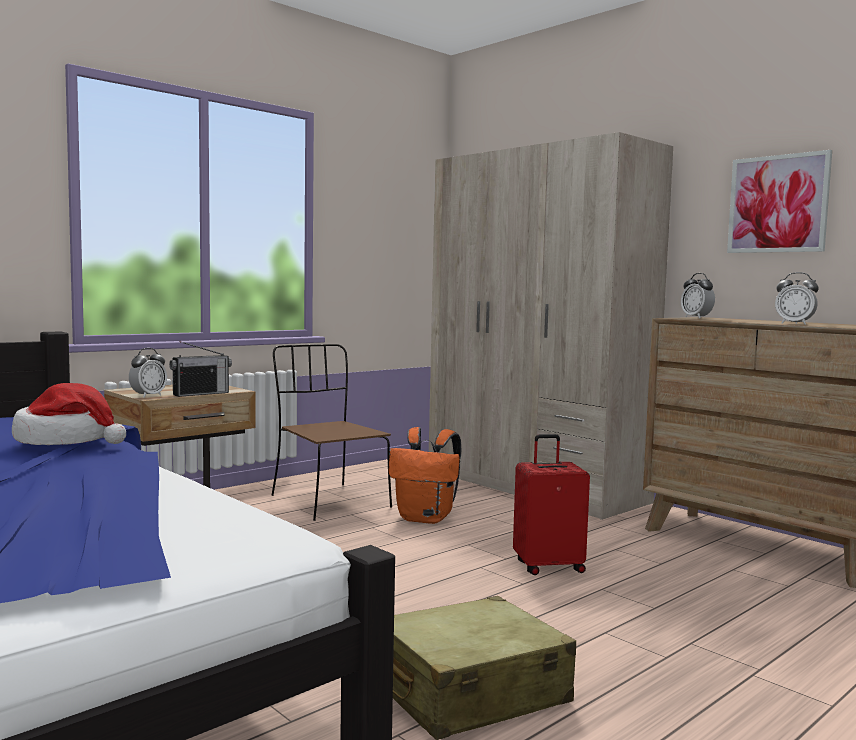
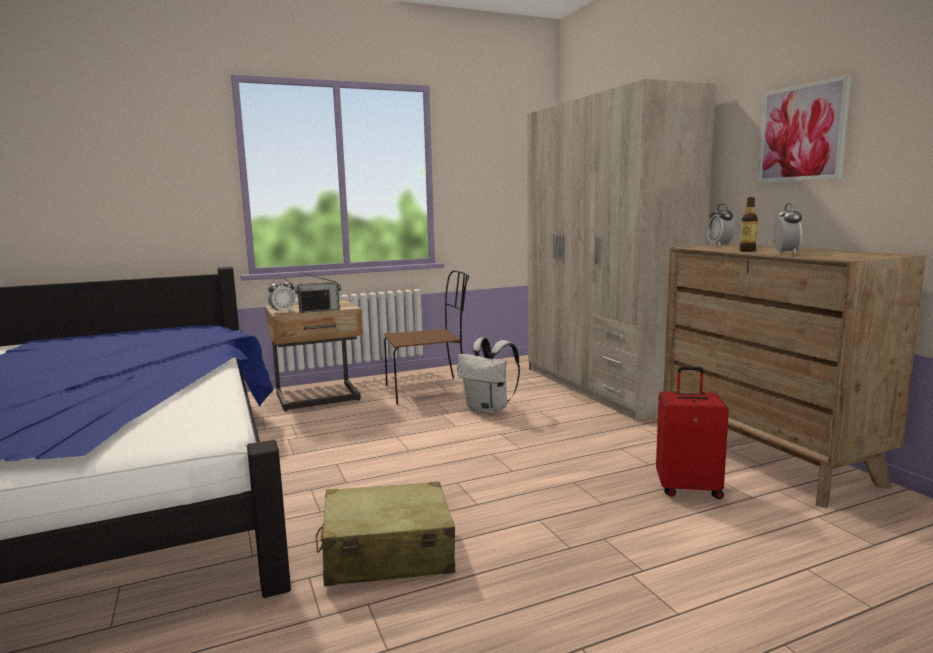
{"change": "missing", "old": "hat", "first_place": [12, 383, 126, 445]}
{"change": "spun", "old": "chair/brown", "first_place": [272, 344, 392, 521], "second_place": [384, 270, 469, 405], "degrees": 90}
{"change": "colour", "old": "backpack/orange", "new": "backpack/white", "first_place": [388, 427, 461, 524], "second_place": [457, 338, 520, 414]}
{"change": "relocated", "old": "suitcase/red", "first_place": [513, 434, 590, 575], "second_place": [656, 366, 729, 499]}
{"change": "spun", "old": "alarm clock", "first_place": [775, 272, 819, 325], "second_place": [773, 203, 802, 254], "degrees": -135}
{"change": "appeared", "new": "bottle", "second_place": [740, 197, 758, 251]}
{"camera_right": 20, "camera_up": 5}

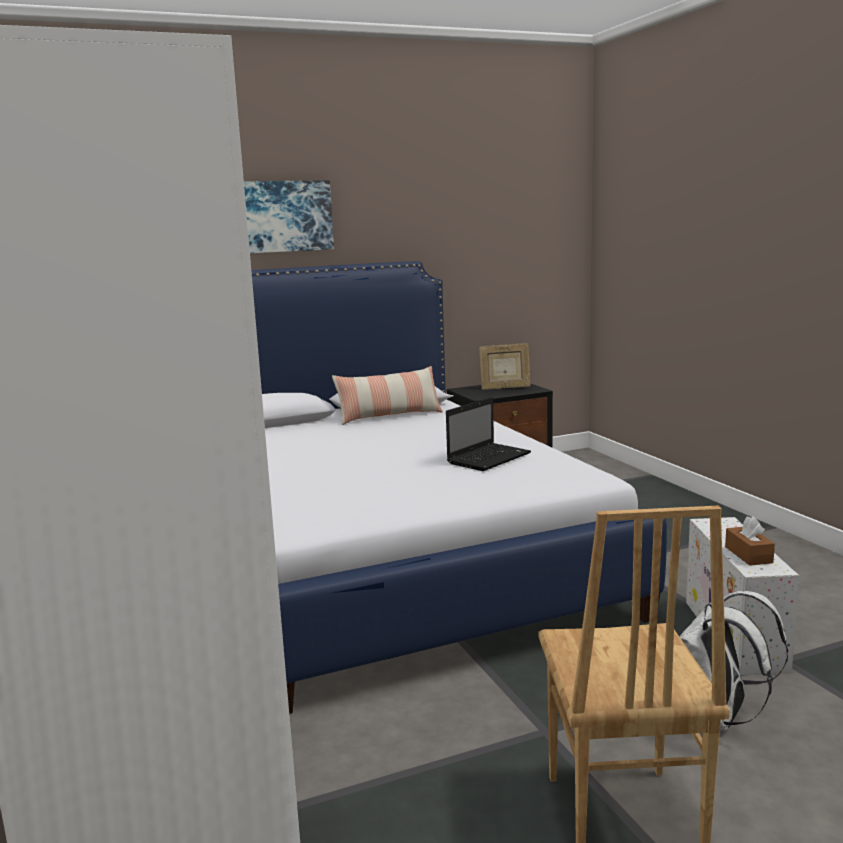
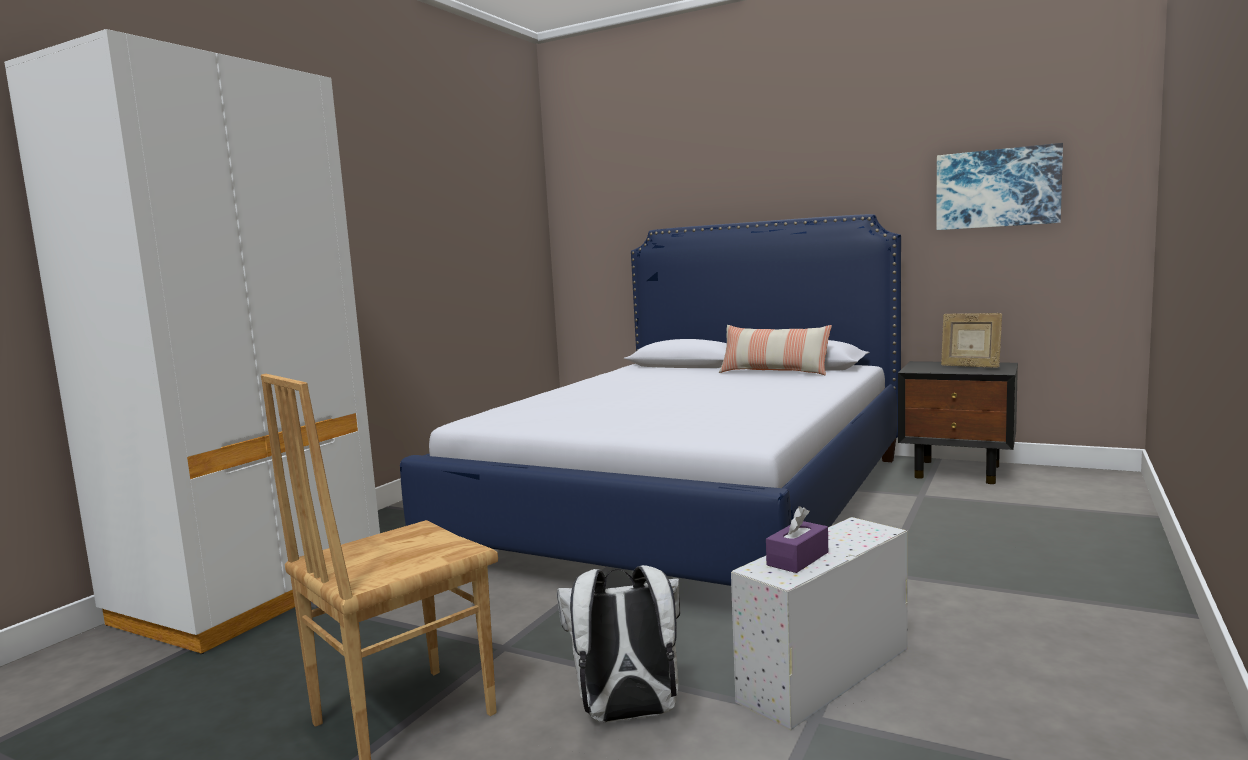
{"change": "relocated", "old": "picture", "first_place": [244, 180, 334, 253], "second_place": [936, 143, 1063, 230]}
{"change": "missing", "old": "laptop", "first_place": [446, 397, 531, 471]}
{"change": "colour", "old": "tissue box/brown", "new": "tissue box/purple", "first_place": [725, 516, 775, 566], "second_place": [766, 506, 828, 573]}
{"camera_right": 50, "camera_up": -5}

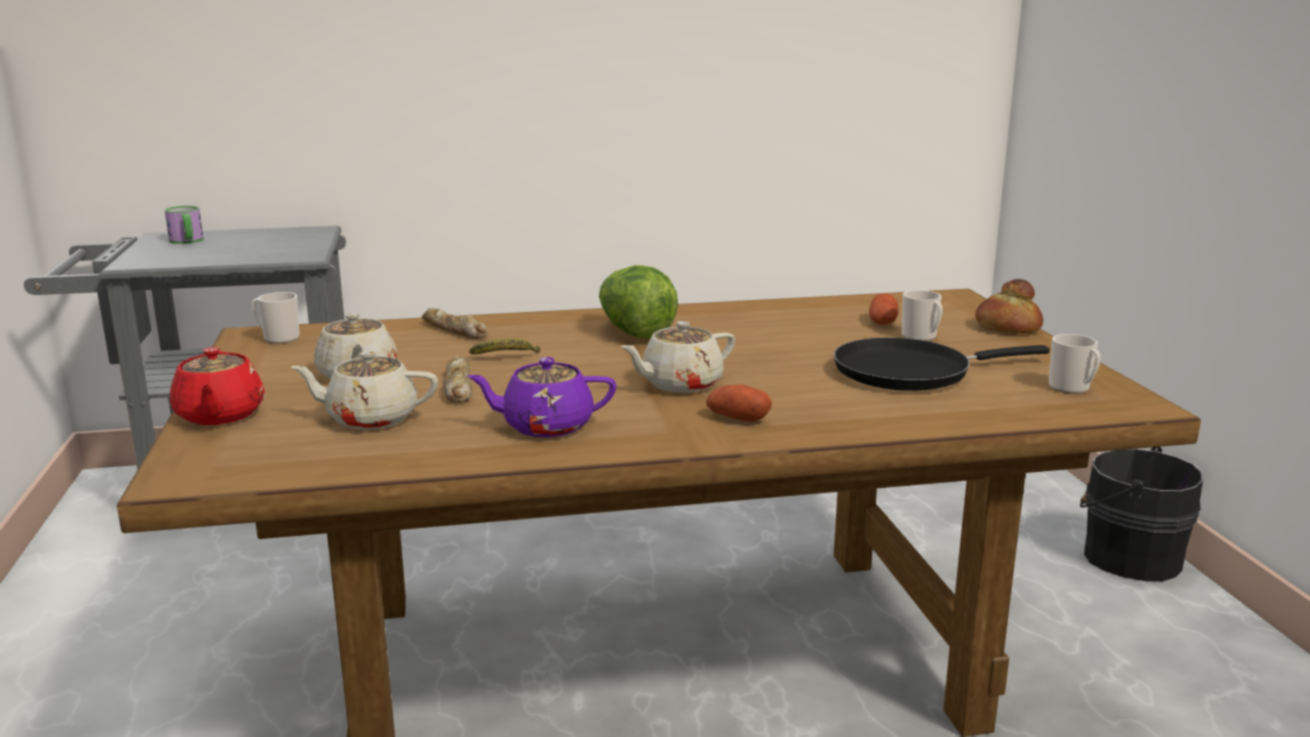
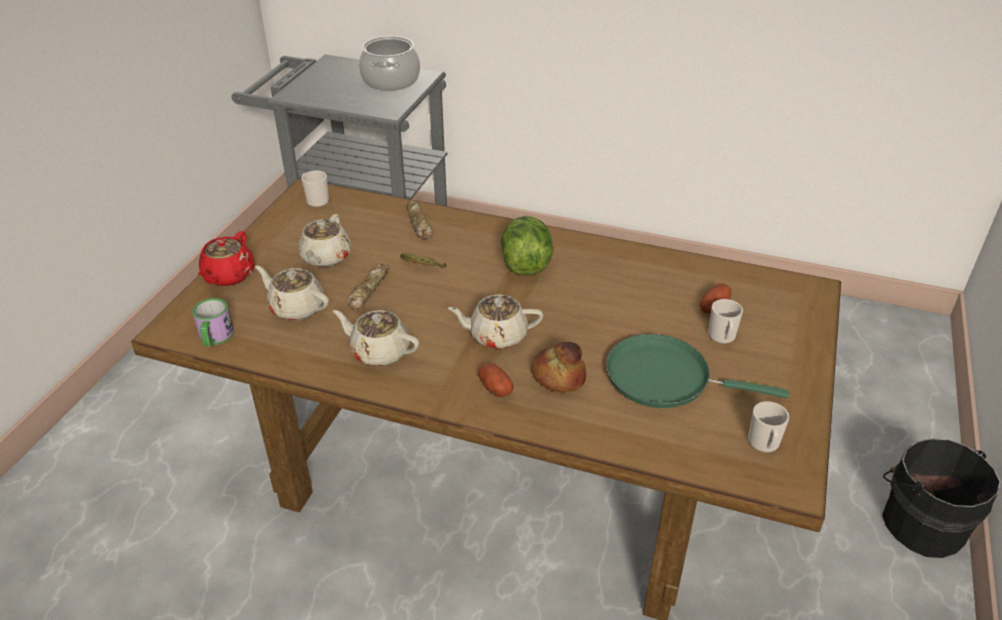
{"change": "relocated", "old": "mug", "first_place": [165, 206, 204, 244], "second_place": [192, 298, 234, 347]}
{"change": "colour", "old": "teapot/purple", "new": "teapot/beige", "first_place": [467, 357, 617, 437], "second_place": [333, 310, 419, 366]}
{"change": "colour", "old": "frying pan/black", "new": "frying pan/green", "first_place": [834, 338, 1050, 391], "second_place": [606, 334, 789, 408]}
{"change": "relocated", "old": "bread", "first_place": [975, 279, 1043, 334], "second_place": [531, 342, 586, 393]}
{"change": "appeared", "new": "cooking pot", "second_place": [359, 36, 420, 91]}
{"camera_right": 30, "camera_up": 20}

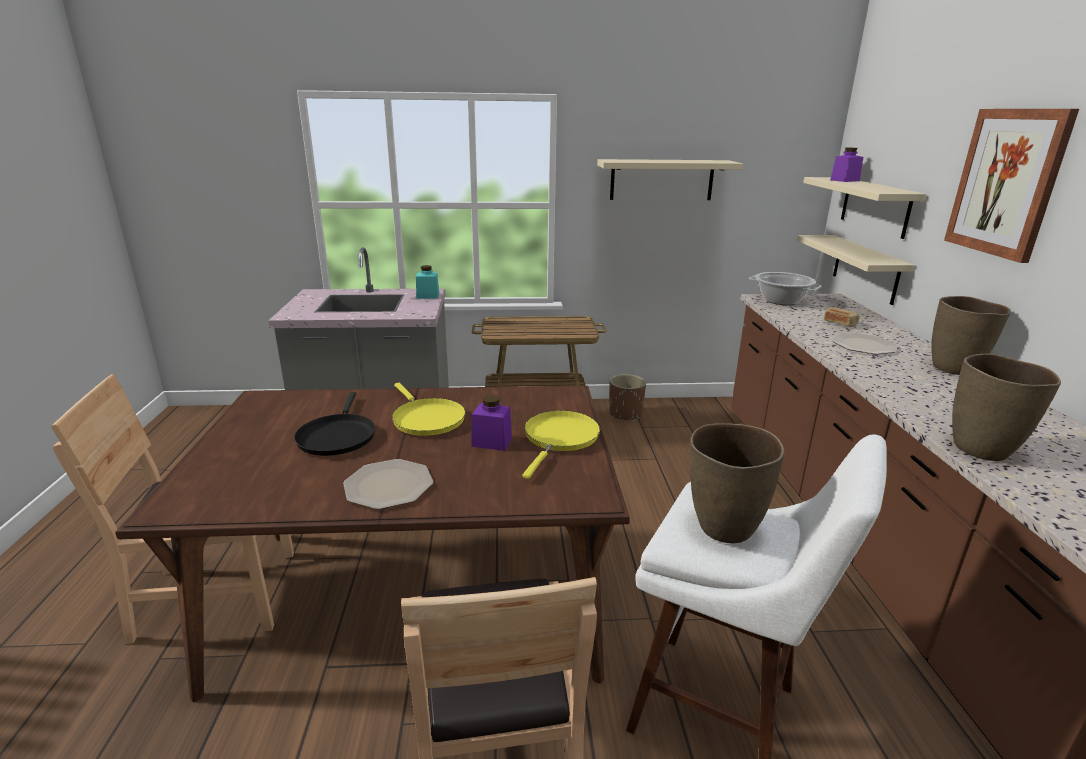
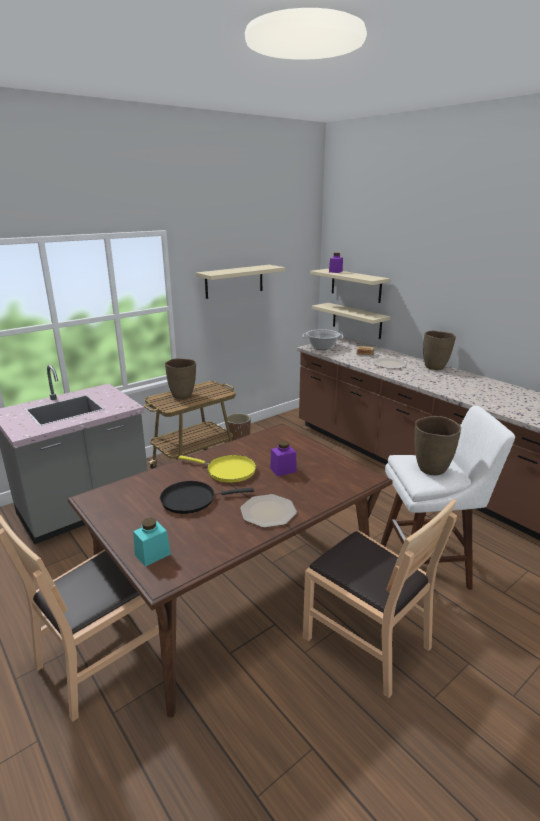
{"change": "spun", "old": "frying pan/black", "first_place": [294, 392, 375, 456], "second_place": [160, 481, 254, 514], "degrees": 120}
{"change": "relocated", "old": "jar/turquoise", "first_place": [416, 265, 439, 299], "second_place": [133, 518, 171, 567]}
{"change": "missing", "old": "frying pan/yellow", "first_place": [522, 411, 600, 479]}
{"change": "missing", "old": "picture", "first_place": [944, 109, 1079, 263]}
{"change": "relocated", "old": "vase/brown", "first_place": [952, 354, 1061, 461], "second_place": [165, 358, 196, 399]}
{"camera_right": -35, "camera_up": 0}

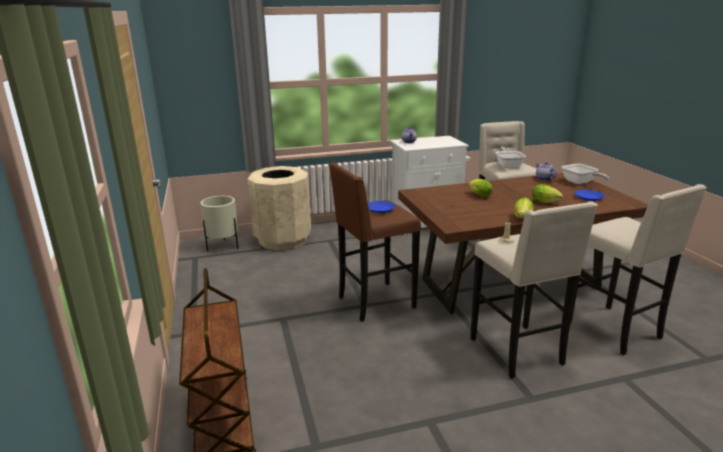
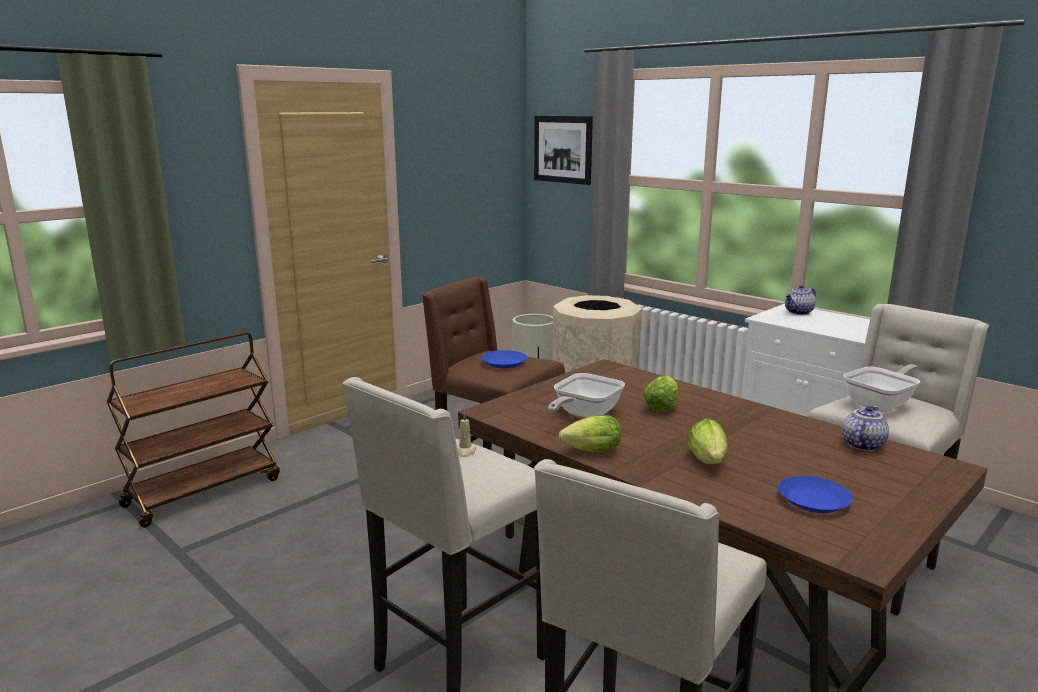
{"change": "relocated", "old": "frying pan", "first_place": [562, 164, 609, 184], "second_place": [548, 373, 625, 418]}
{"change": "appeared", "new": "picture", "second_place": [534, 116, 593, 185]}
{"camera_right": 60, "camera_up": -5}

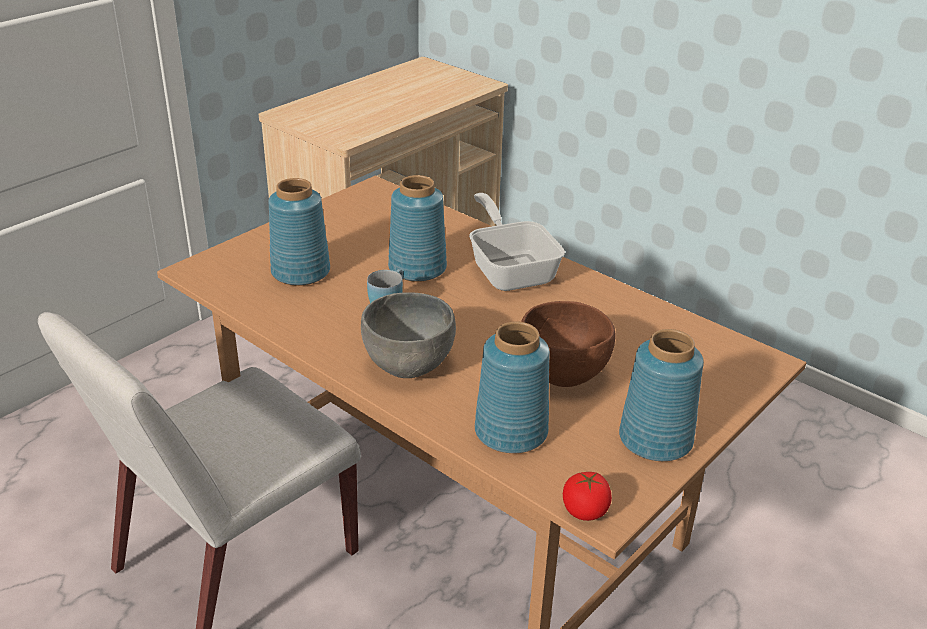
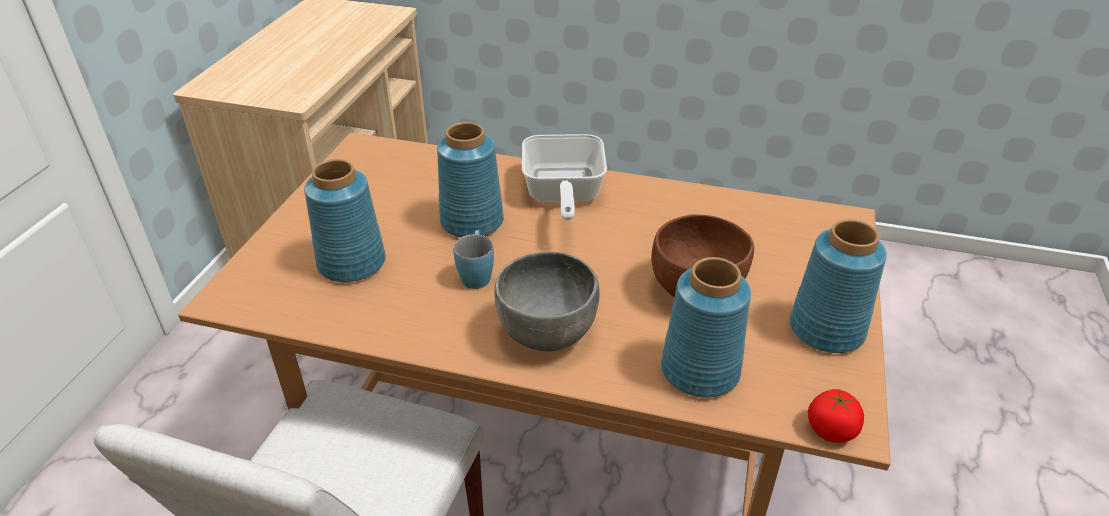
{"change": "spun", "old": "frying pan", "first_place": [469, 193, 565, 291], "second_place": [522, 134, 607, 221], "degrees": -135}
{"camera_right": -25, "camera_up": 5}

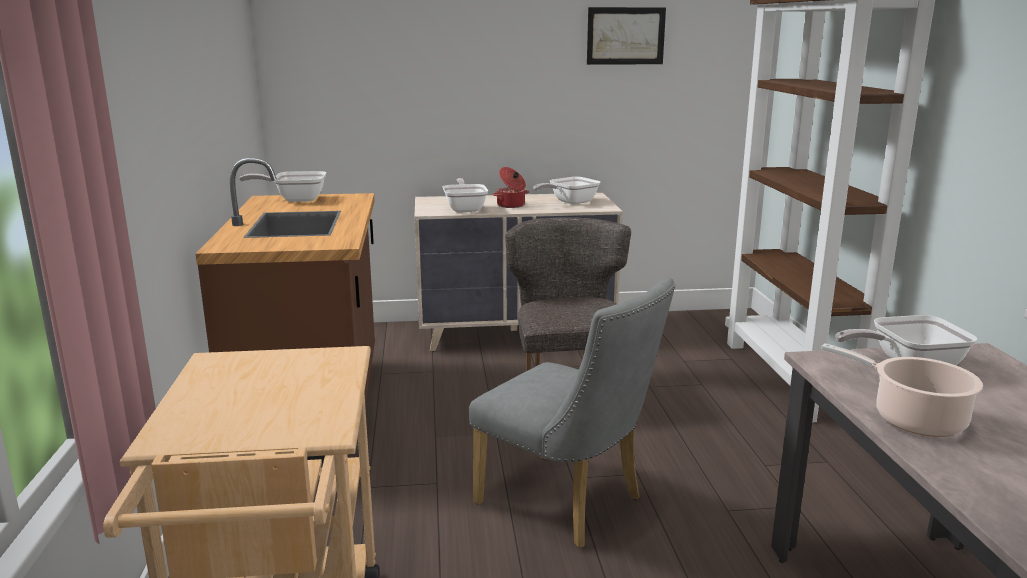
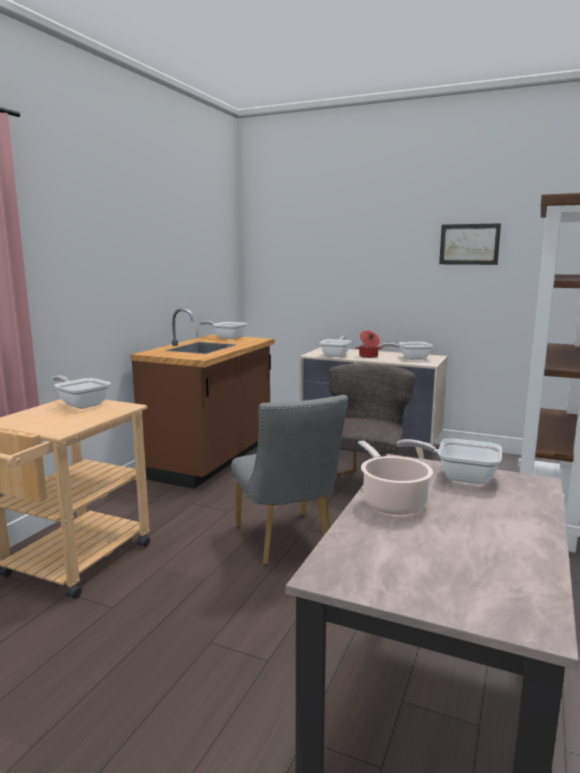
{"change": "appeared", "new": "frying pan", "second_place": [53, 376, 111, 409]}
{"camera_right": 30, "camera_up": -5}

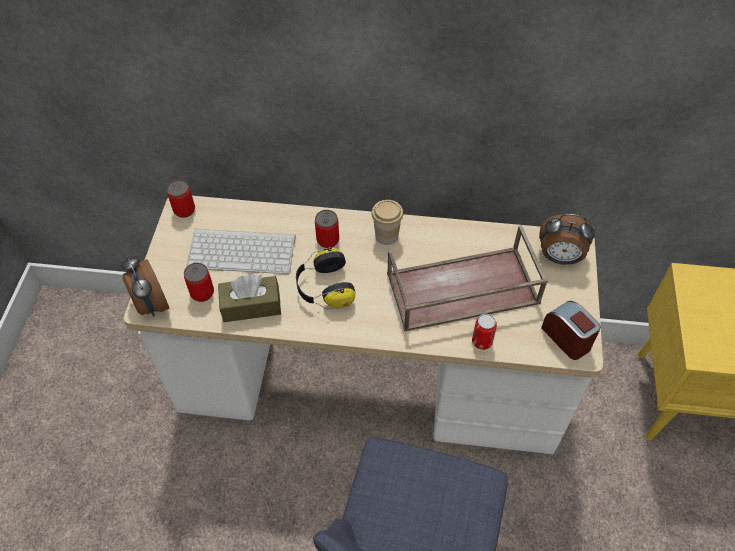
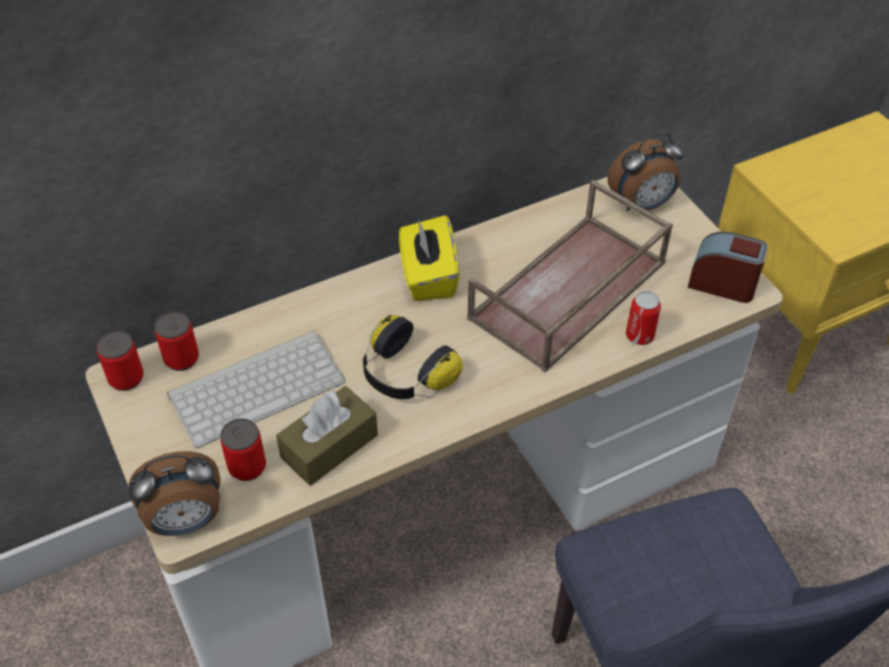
{"change": "spun", "old": "alarm clock", "first_place": [121, 256, 169, 316], "second_place": [128, 451, 220, 536], "degrees": -45}
{"change": "relocated", "old": "can", "first_place": [315, 210, 339, 248], "second_place": [154, 311, 199, 371]}
{"change": "exchanged", "old": "cup", "new": "tissue box/yellow", "first_place": [372, 200, 403, 245], "second_place": [399, 215, 460, 301]}
{"camera_right": -35, "camera_up": -5}

